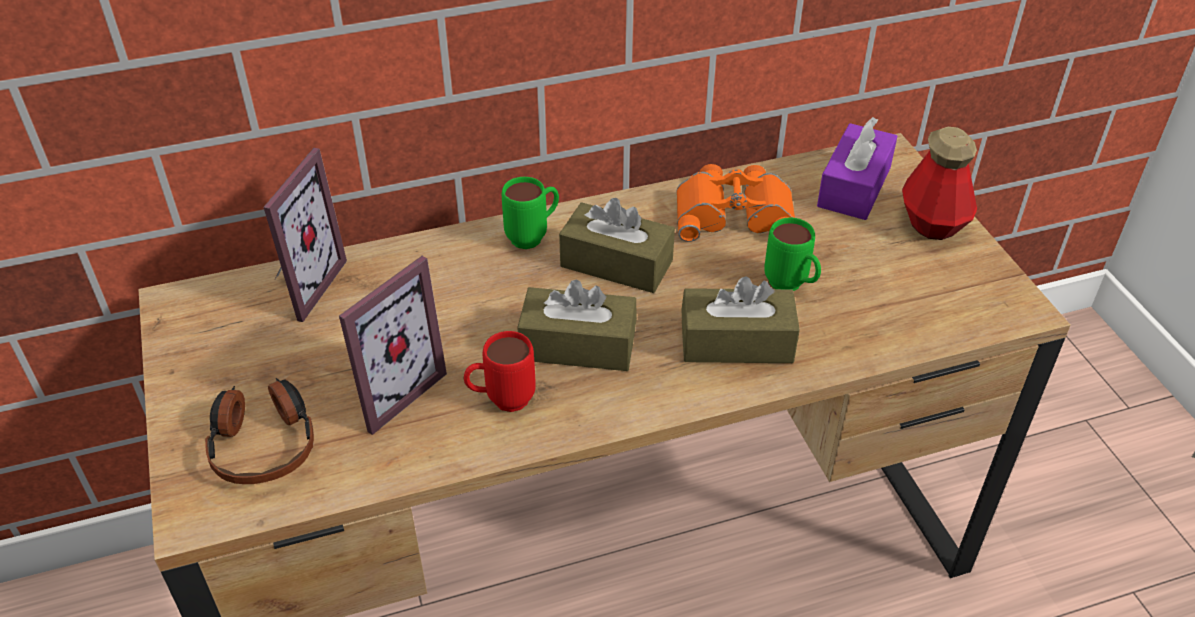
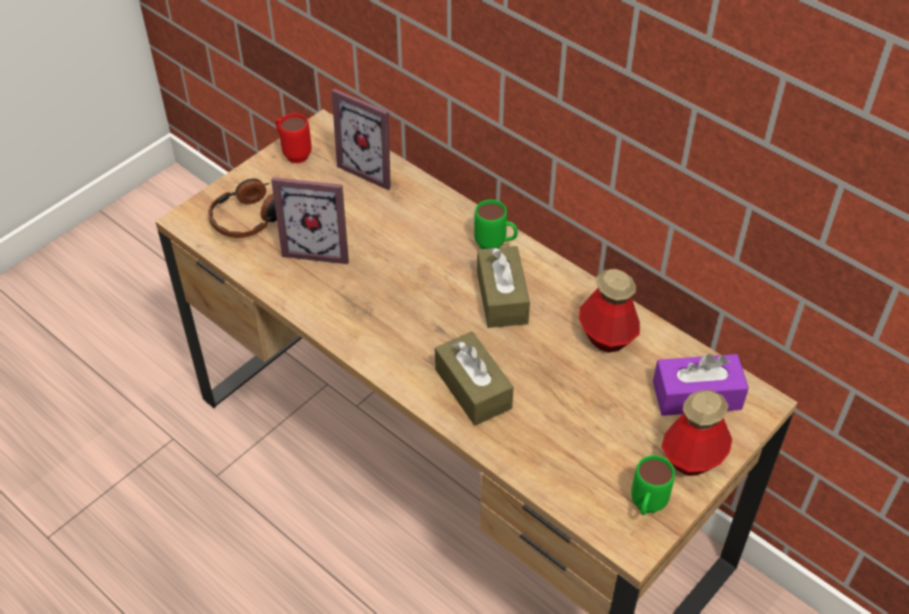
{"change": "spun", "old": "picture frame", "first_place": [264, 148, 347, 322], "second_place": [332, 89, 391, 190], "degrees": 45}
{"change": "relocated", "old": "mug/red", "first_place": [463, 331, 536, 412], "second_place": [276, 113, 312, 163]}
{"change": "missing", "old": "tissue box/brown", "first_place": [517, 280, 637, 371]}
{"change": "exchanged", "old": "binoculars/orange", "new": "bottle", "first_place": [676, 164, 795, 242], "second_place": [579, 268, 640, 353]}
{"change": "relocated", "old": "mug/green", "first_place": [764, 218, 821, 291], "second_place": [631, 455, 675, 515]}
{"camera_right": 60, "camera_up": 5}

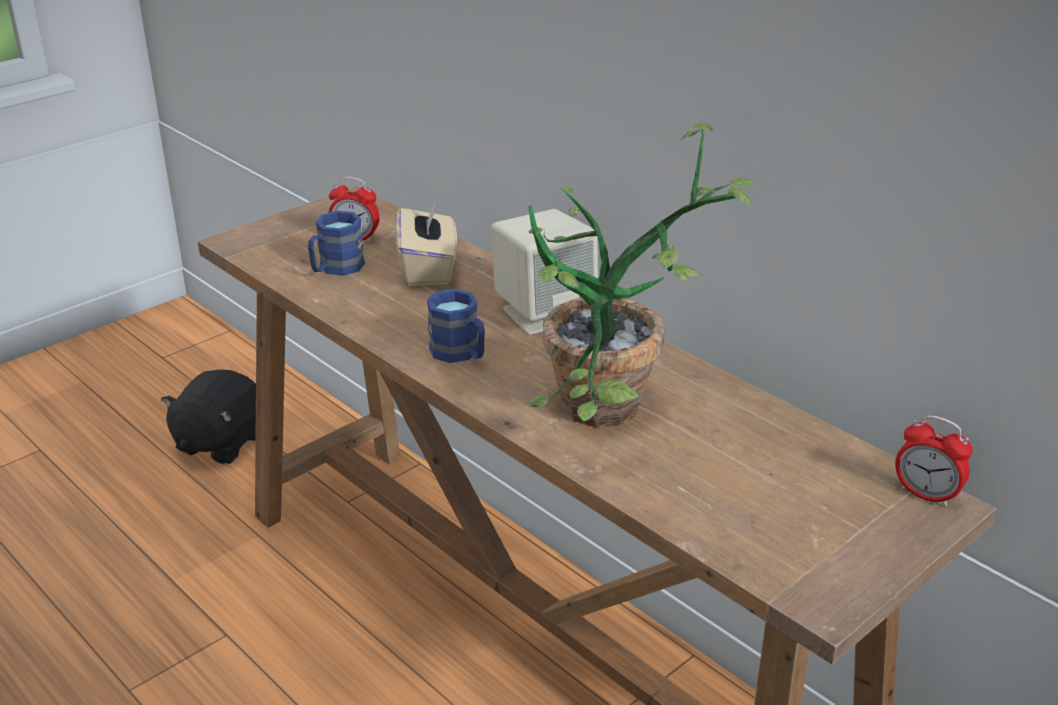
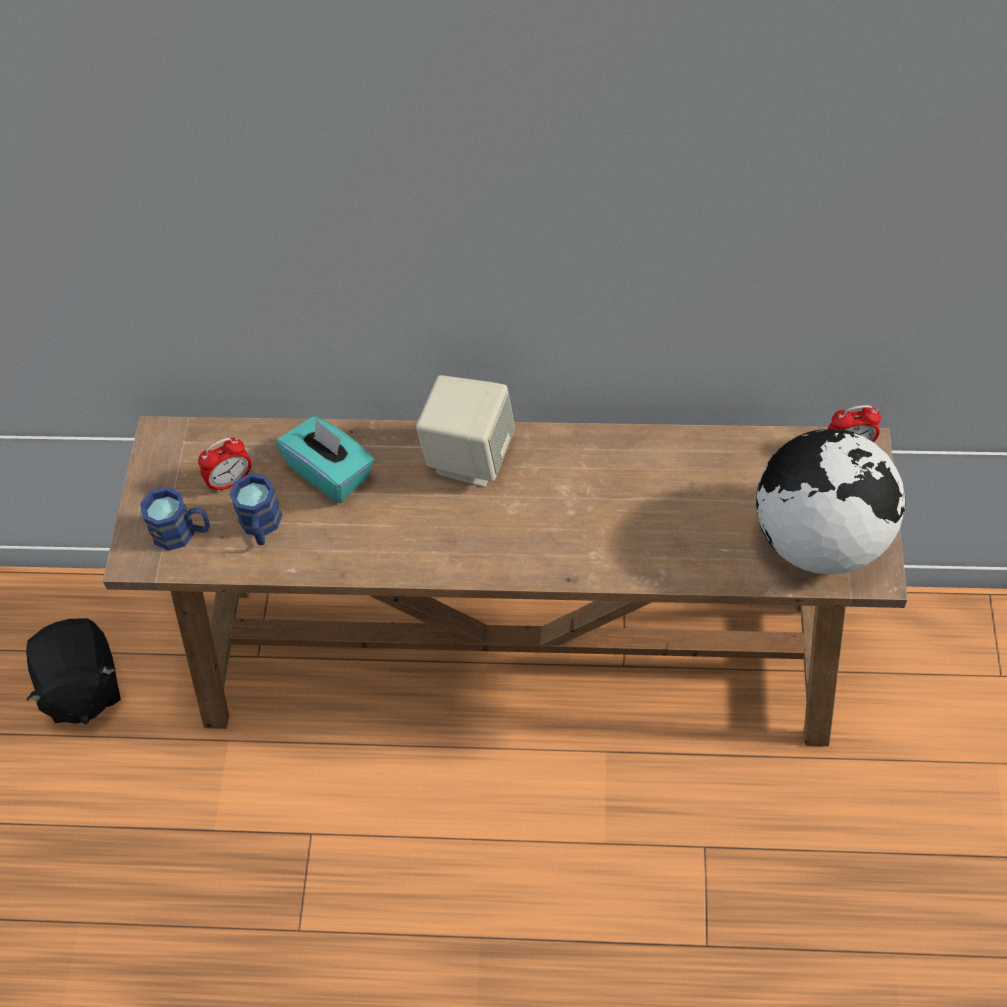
{"change": "colour", "old": "tissue box/beige", "new": "tissue box/turquoise", "first_place": [396, 198, 457, 286], "second_place": [276, 416, 374, 503]}
{"change": "relocated", "old": "mug/blue", "first_place": [427, 289, 485, 363], "second_place": [140, 487, 210, 551]}
{"change": "missing", "old": "potted plant", "first_place": [528, 123, 754, 428]}
{"change": "appeared", "new": "globe", "second_place": [756, 429, 905, 575]}
{"camera_right": -40, "camera_up": 25}

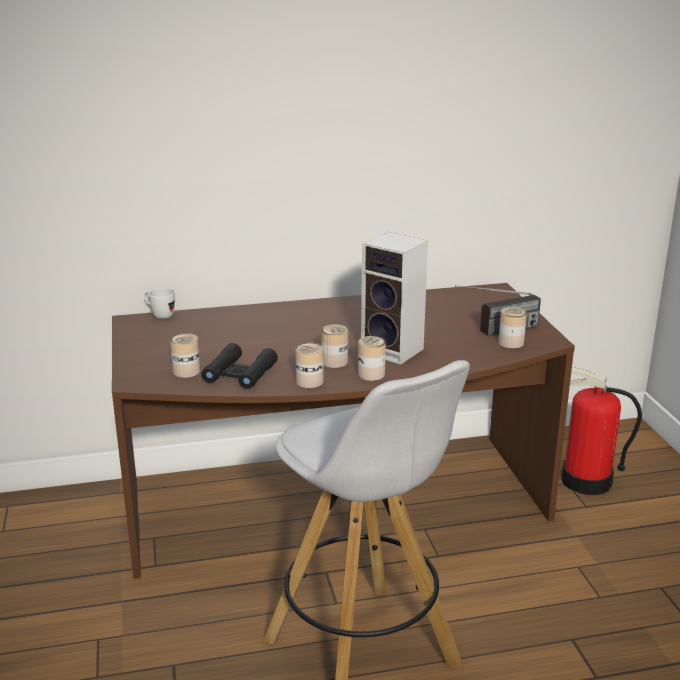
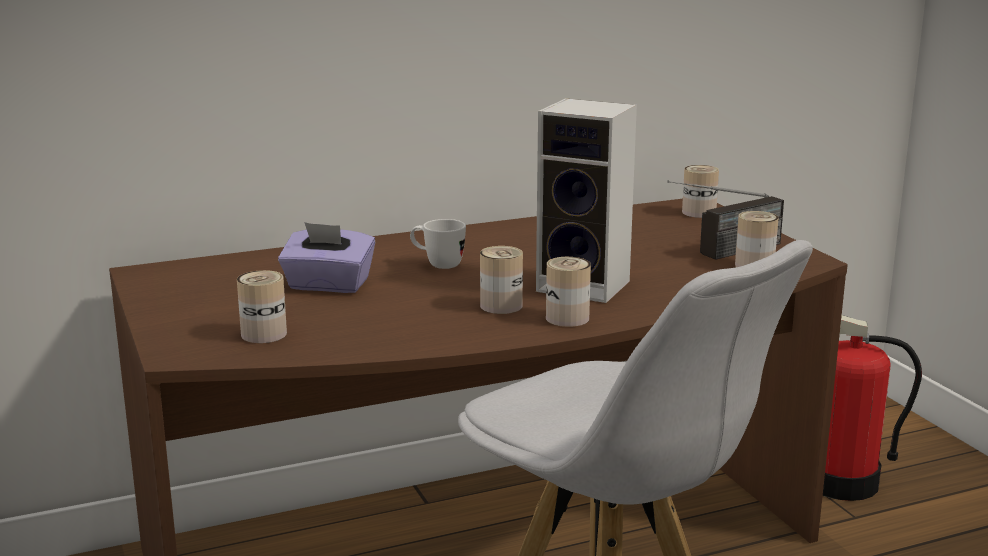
{"change": "relocated", "old": "mug/white", "first_place": [144, 288, 175, 319], "second_place": [410, 219, 466, 269]}
{"change": "missing", "old": "binoculars/black", "first_place": [201, 343, 278, 389]}
{"change": "relocated", "old": "can", "first_place": [295, 343, 324, 388], "second_place": [682, 165, 719, 218]}
{"change": "appeared", "new": "tissue box/purple", "second_place": [278, 222, 375, 293]}
{"camera_right": -10, "camera_up": -5}

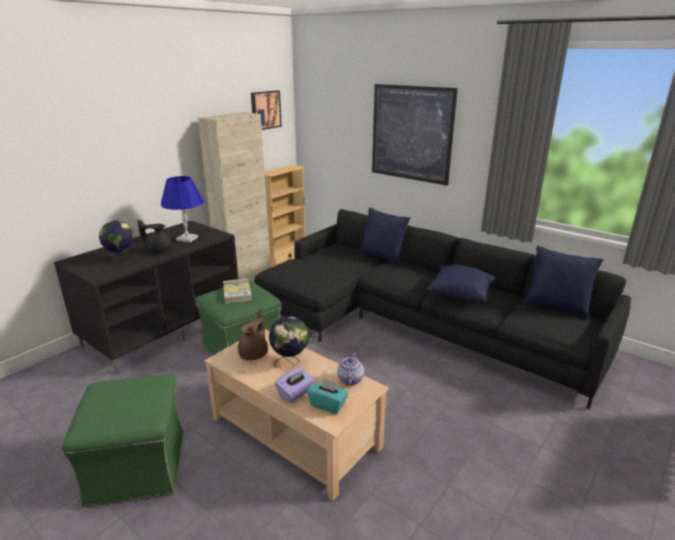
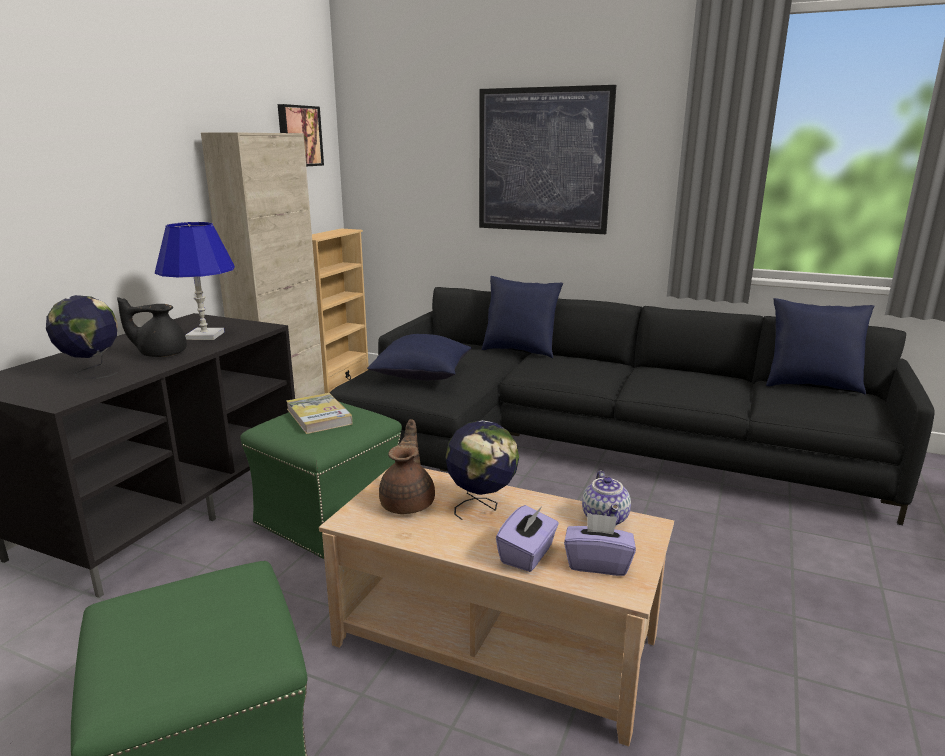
{"change": "colour", "old": "tissue box/turquoise", "new": "tissue box/purple", "first_place": [307, 378, 348, 414], "second_place": [564, 513, 636, 576]}
{"change": "relocated", "old": "pillow/blue", "first_place": [426, 265, 496, 302], "second_place": [367, 334, 471, 380]}
{"camera_right": -15, "camera_up": -5}

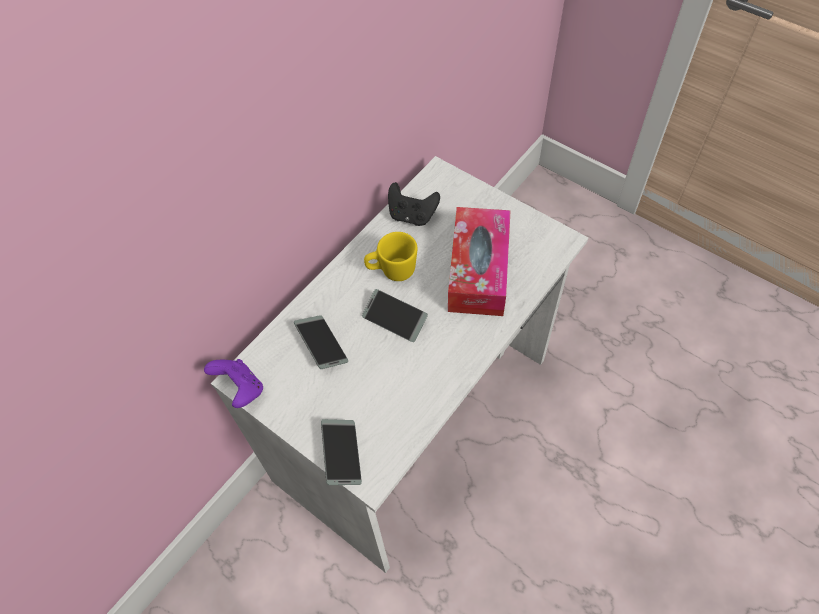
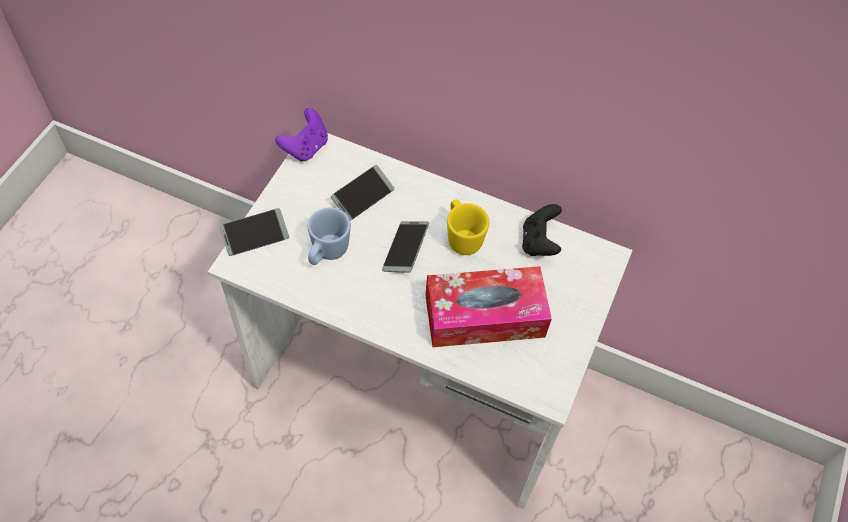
{"change": "appeared", "new": "mug/blue", "second_place": [308, 208, 351, 265]}
{"camera_right": 70, "camera_up": 0}

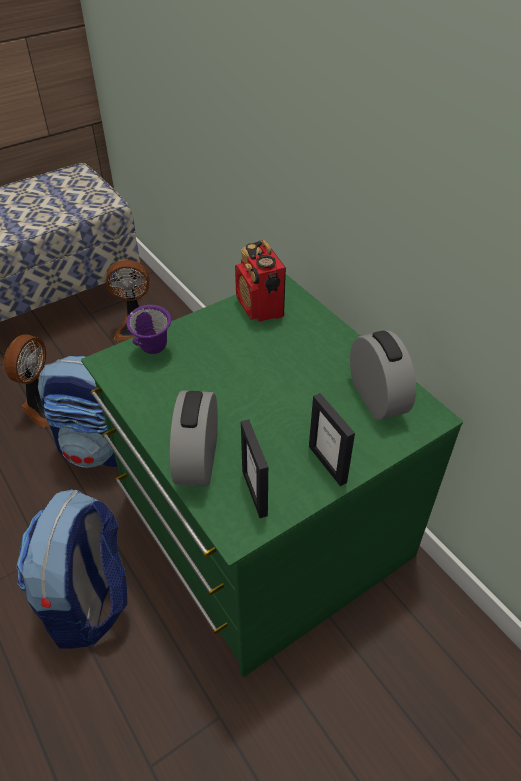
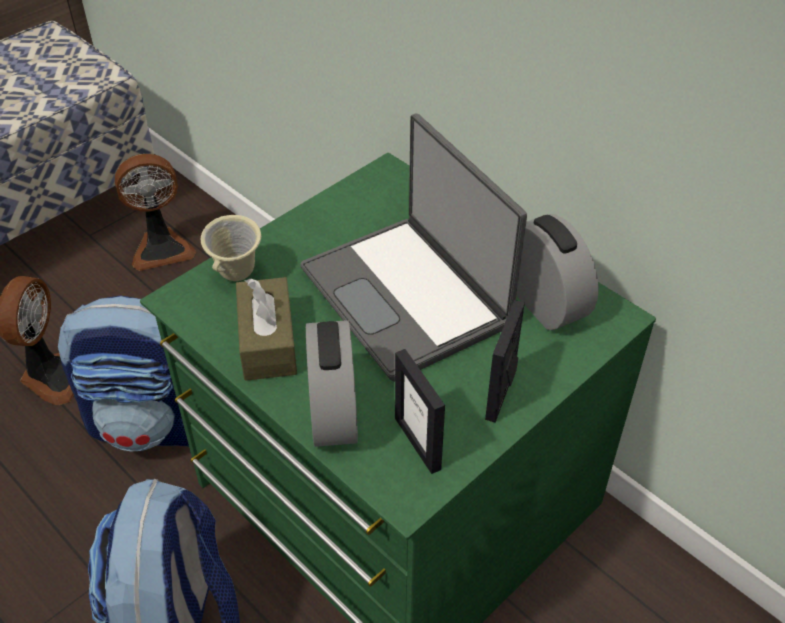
{"change": "colour", "old": "mug/purple", "new": "mug/beige", "first_place": [126, 305, 171, 354], "second_place": [201, 215, 261, 281]}
{"change": "missing", "old": "radio", "first_place": [235, 240, 286, 322]}
{"change": "spun", "old": "picture frame", "first_place": [309, 393, 355, 486], "second_place": [485, 300, 525, 423], "degrees": 60}
{"change": "appeared", "new": "tissue box/brown", "second_place": [236, 277, 297, 381]}
{"change": "appeared", "new": "laptop", "second_place": [301, 113, 527, 382]}
{"camera_right": -10, "camera_up": 0}

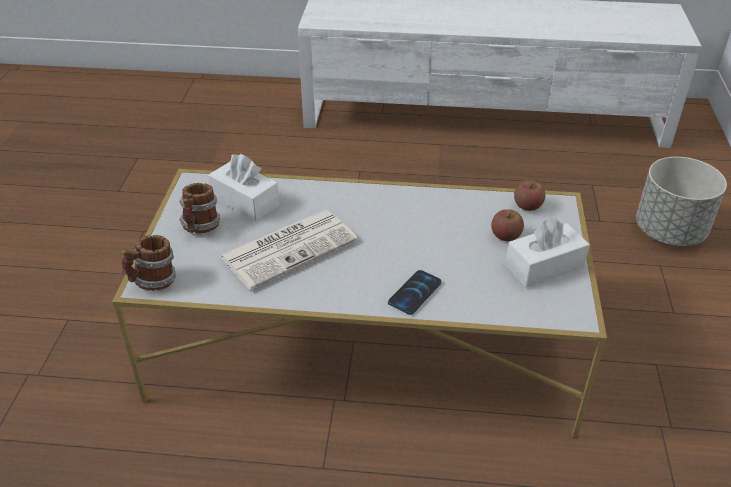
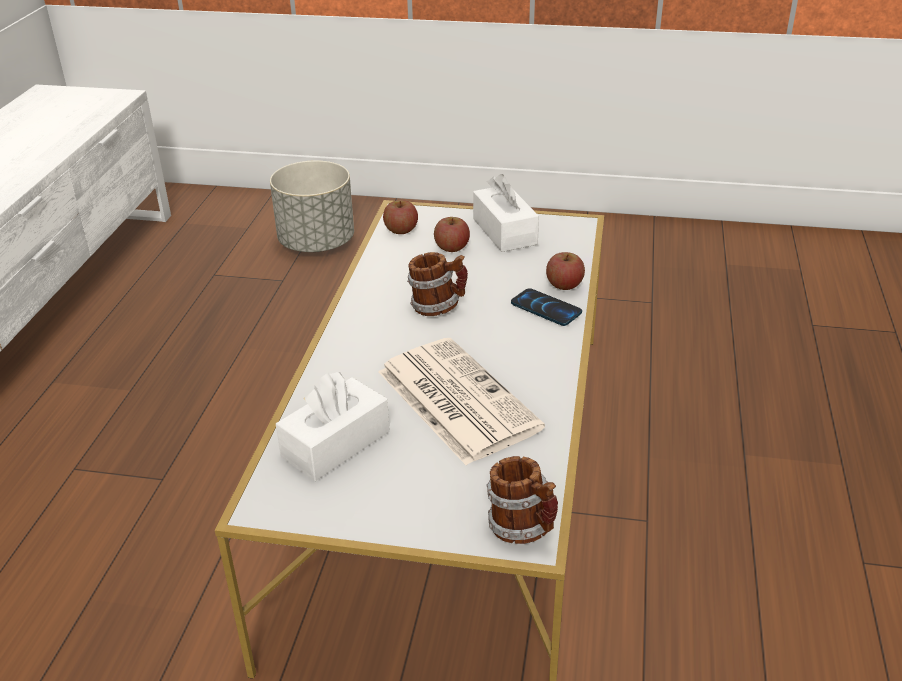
{"change": "relocated", "old": "mug", "first_place": [179, 183, 220, 233], "second_place": [407, 252, 468, 316]}
{"change": "appeared", "new": "apple", "second_place": [546, 252, 585, 290]}
{"camera_right": -85, "camera_up": -5}

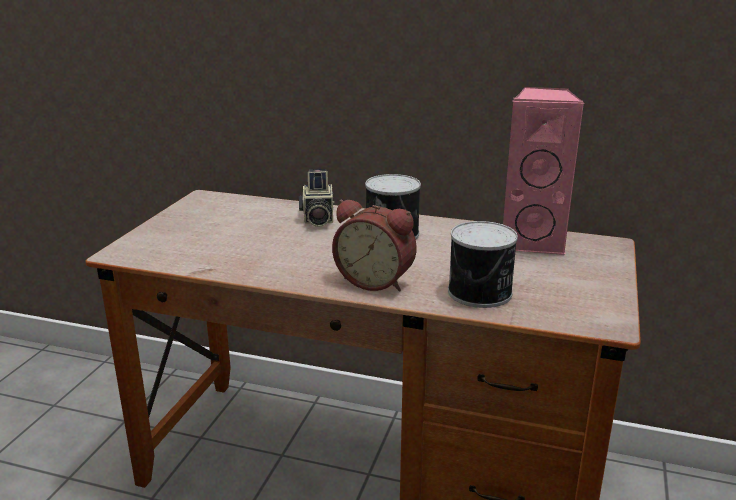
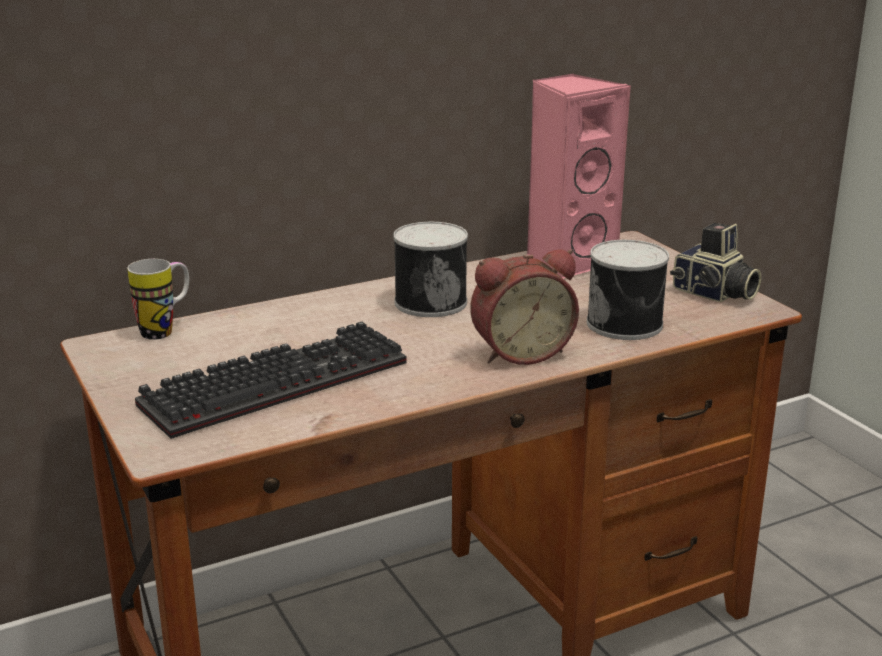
{"change": "relocated", "old": "photo camera", "first_place": [299, 169, 334, 227], "second_place": [670, 223, 761, 302]}
{"change": "appeared", "new": "mug", "second_place": [127, 259, 189, 340]}
{"change": "appeared", "new": "keyboard", "second_place": [135, 322, 406, 439]}
{"camera_right": -45, "camera_up": 0}

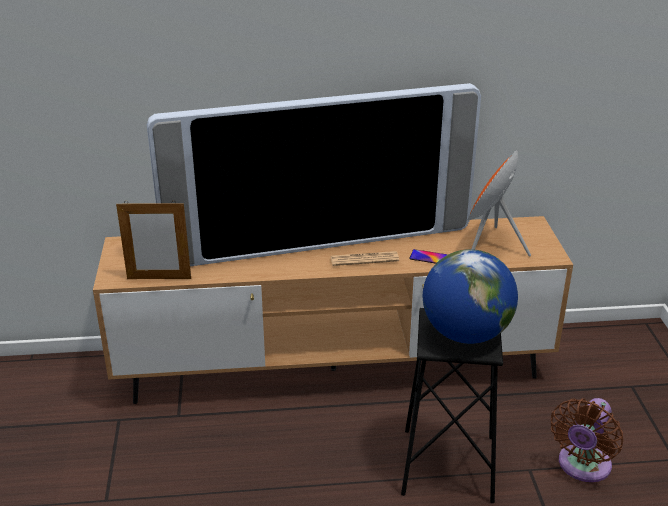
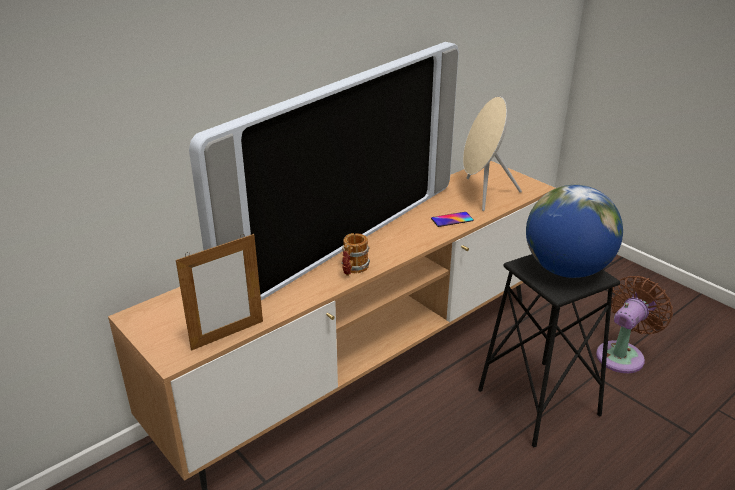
{"change": "missing", "old": "newspaper", "first_place": [330, 251, 399, 266]}
{"change": "colour", "old": "speaker/orange", "new": "speaker/beige", "first_place": [467, 150, 531, 257], "second_place": [463, 96, 522, 211]}
{"change": "spun", "old": "fan/brown", "first_place": [551, 398, 623, 482], "second_place": [596, 276, 673, 373], "degrees": -135}
{"change": "appeared", "new": "mug", "second_place": [341, 233, 370, 276]}
{"camera_right": -35, "camera_up": 0}

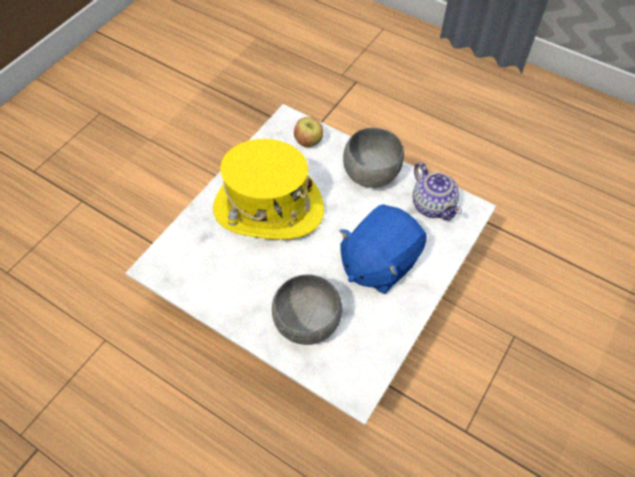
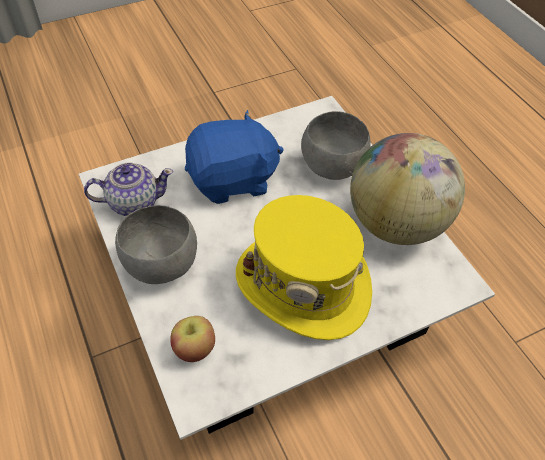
{"change": "spun", "old": "teapot", "first_place": [413, 162, 462, 221], "second_place": [84, 163, 173, 216], "degrees": 75}
{"change": "appeared", "new": "globe", "second_place": [350, 133, 465, 245]}
{"camera_right": -150, "camera_up": -5}

